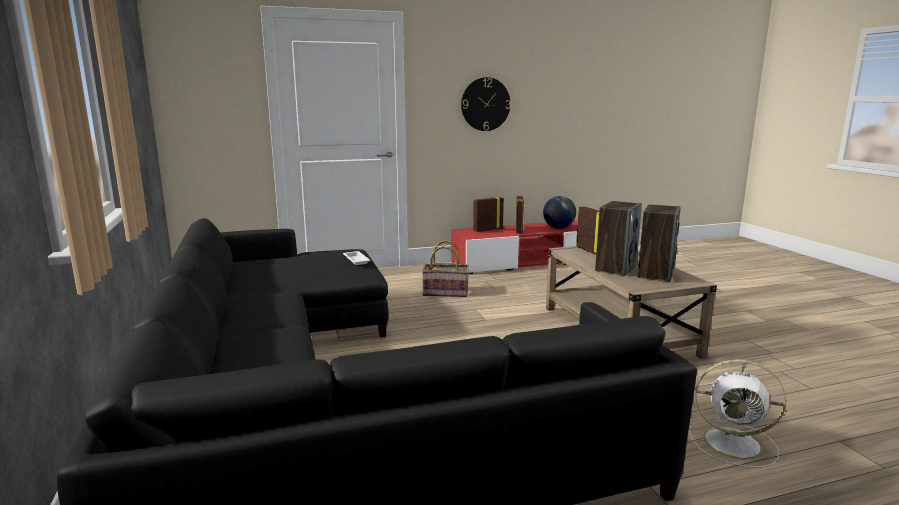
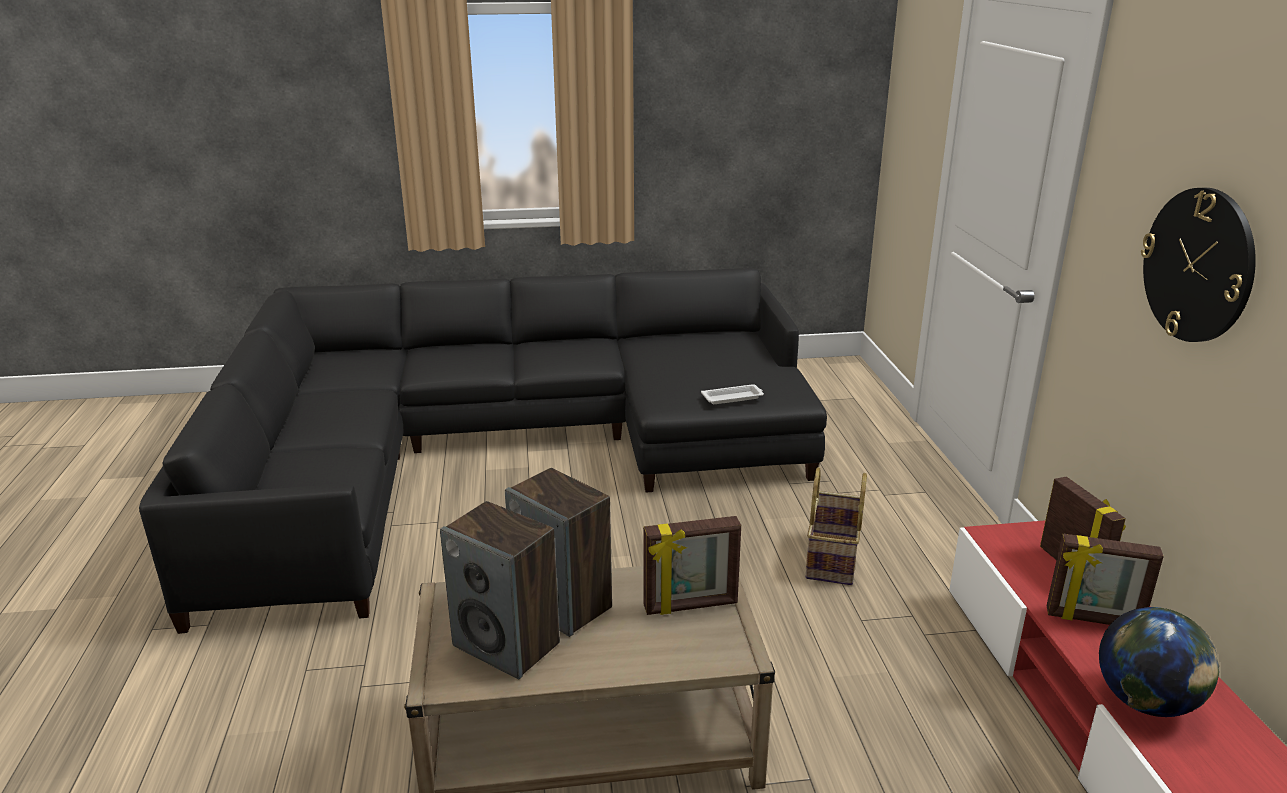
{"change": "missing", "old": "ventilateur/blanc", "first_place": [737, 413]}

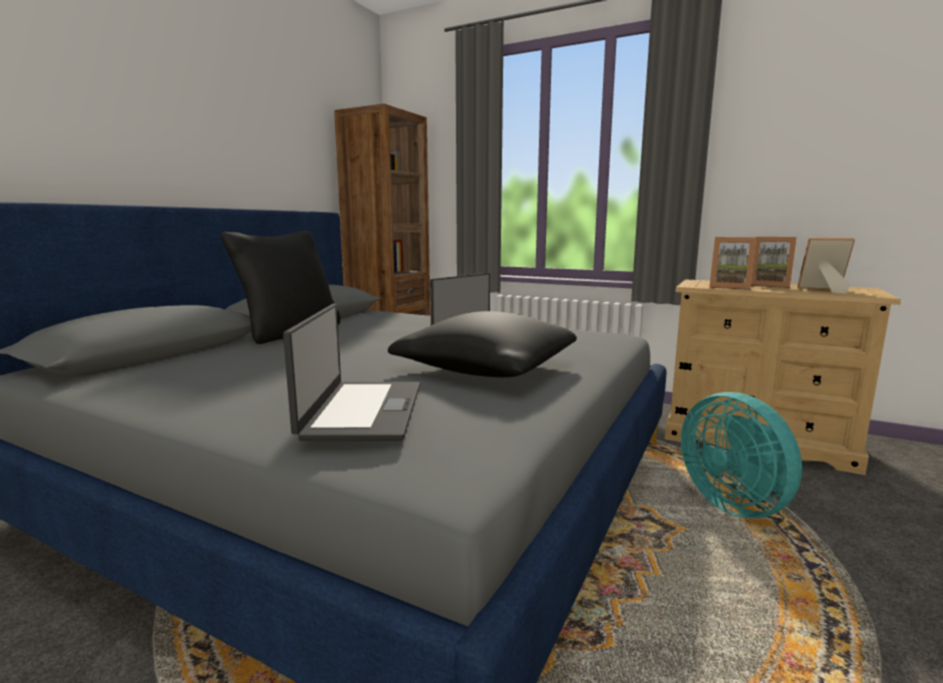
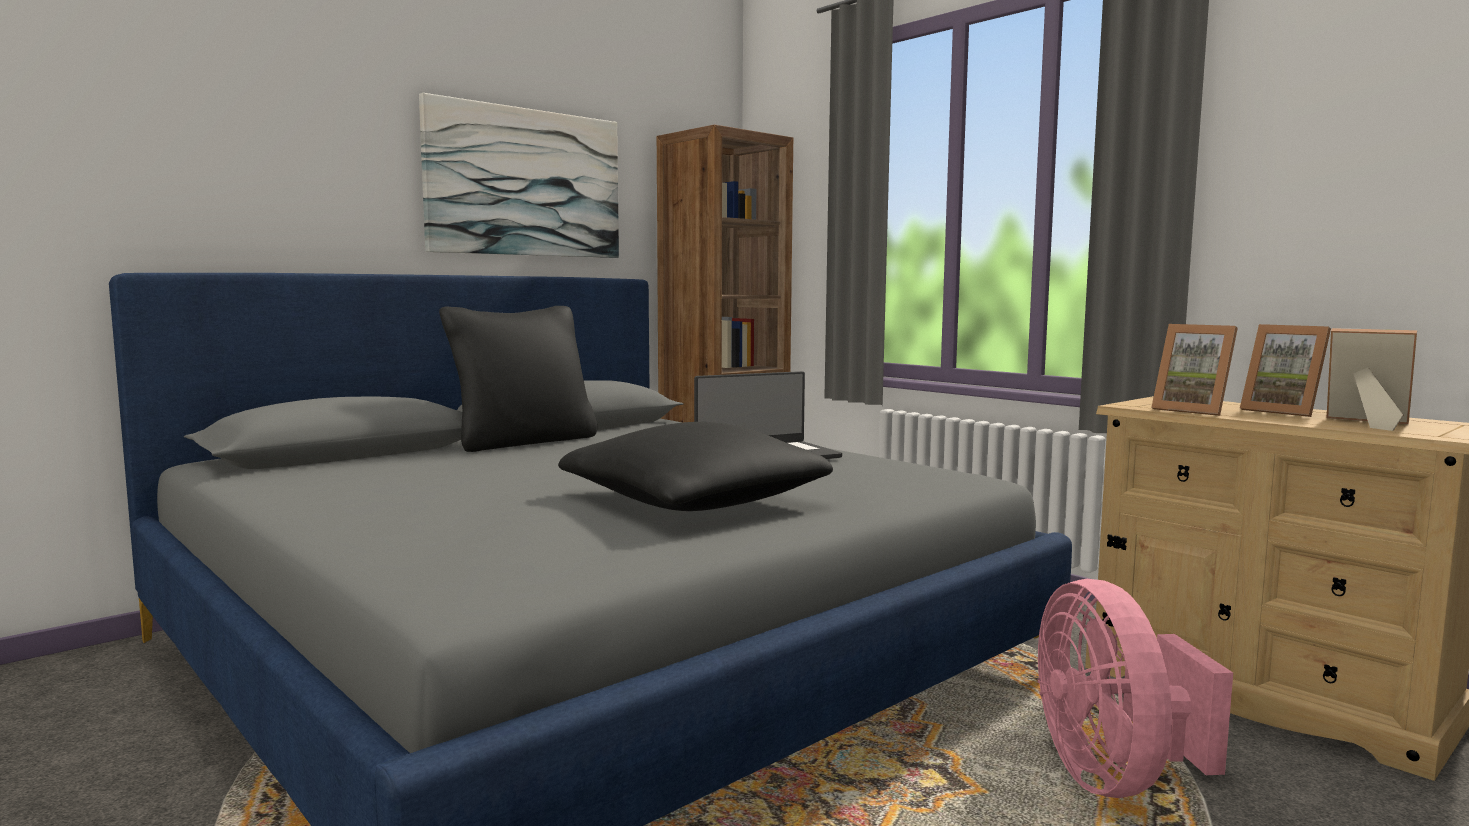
{"change": "missing", "old": "ordinateur portable", "first_place": [351, 372]}
{"change": "appeared", "new": "tableau", "second_place": [519, 175]}
{"change": "colour", "old": "ventilateur/turquoise", "new": "ventilateur/rose", "first_place": [741, 455], "second_place": [1135, 688]}

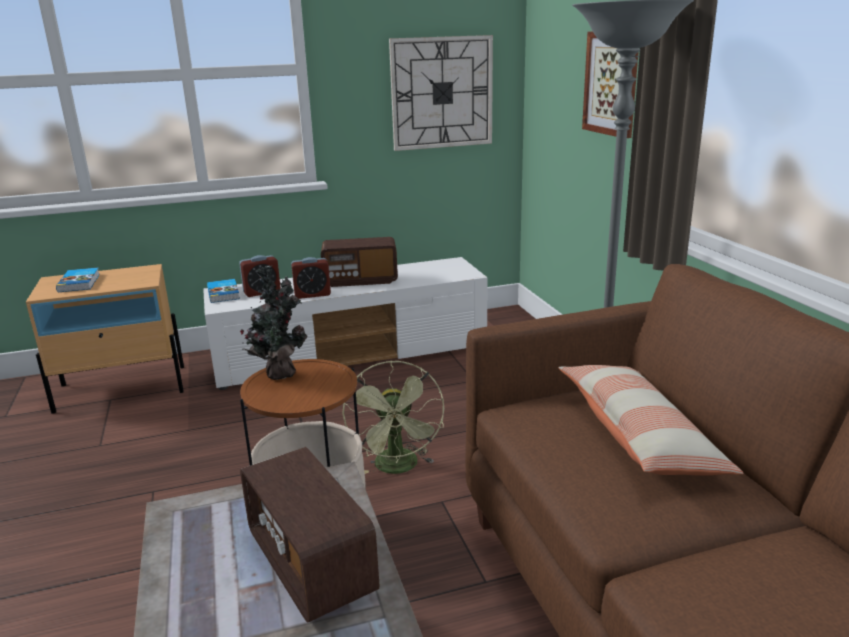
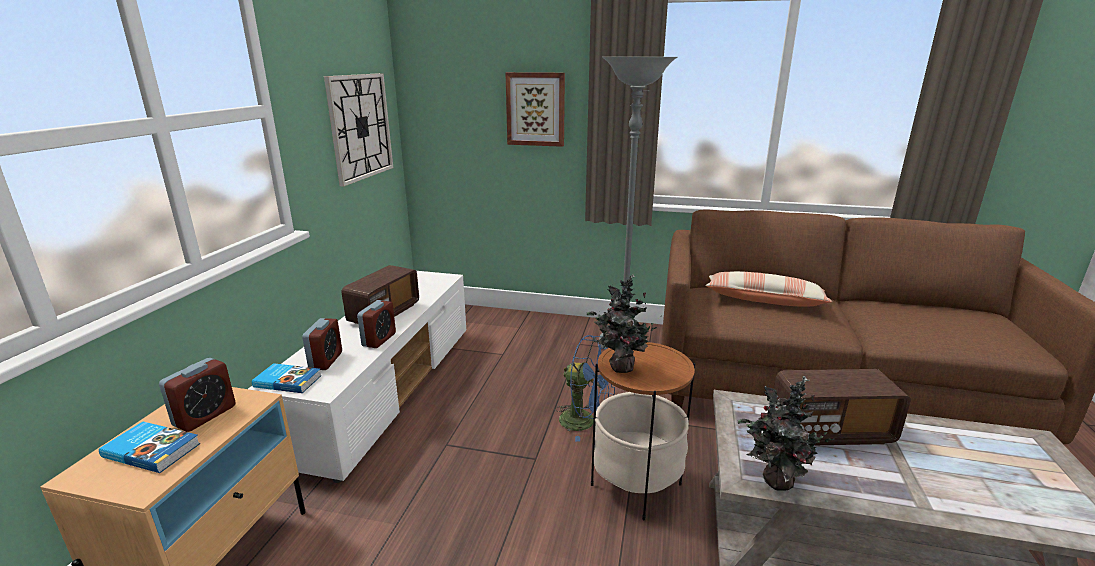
{"change": "appeared", "new": "réveil", "second_place": [197, 395]}
{"change": "appeared", "new": "plante en pot", "second_place": [788, 433]}
{"change": "colour", "old": "ventilateur/vert", "new": "ventilateur/bleu", "first_place": [393, 417], "second_place": [584, 388]}

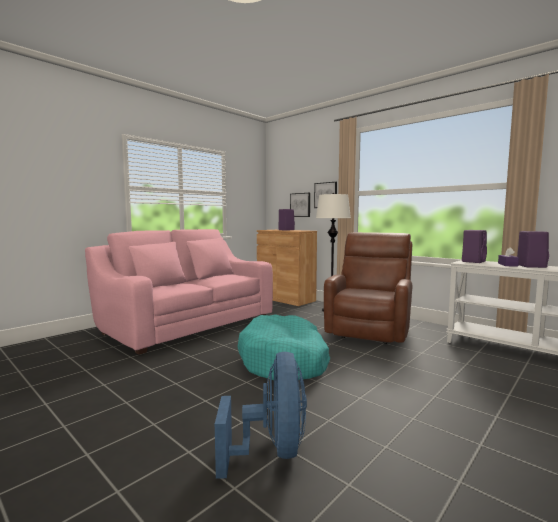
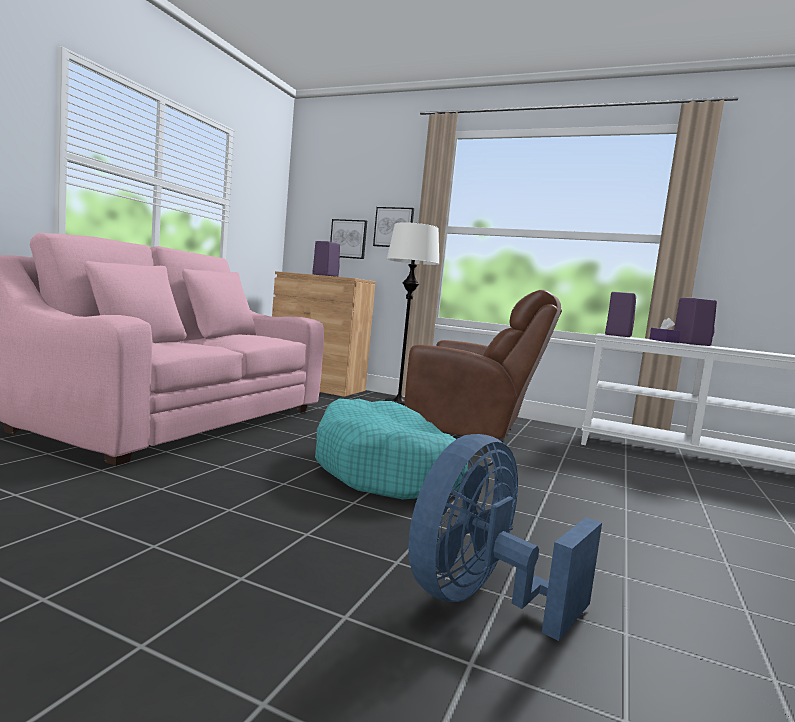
{"change": "spun", "old": "ventilateur/bleu", "first_place": [261, 415], "second_place": [505, 537], "degrees": -120}
{"change": "spun", "old": "fauteuil/marron", "first_place": [368, 288], "second_place": [483, 366], "degrees": 105}

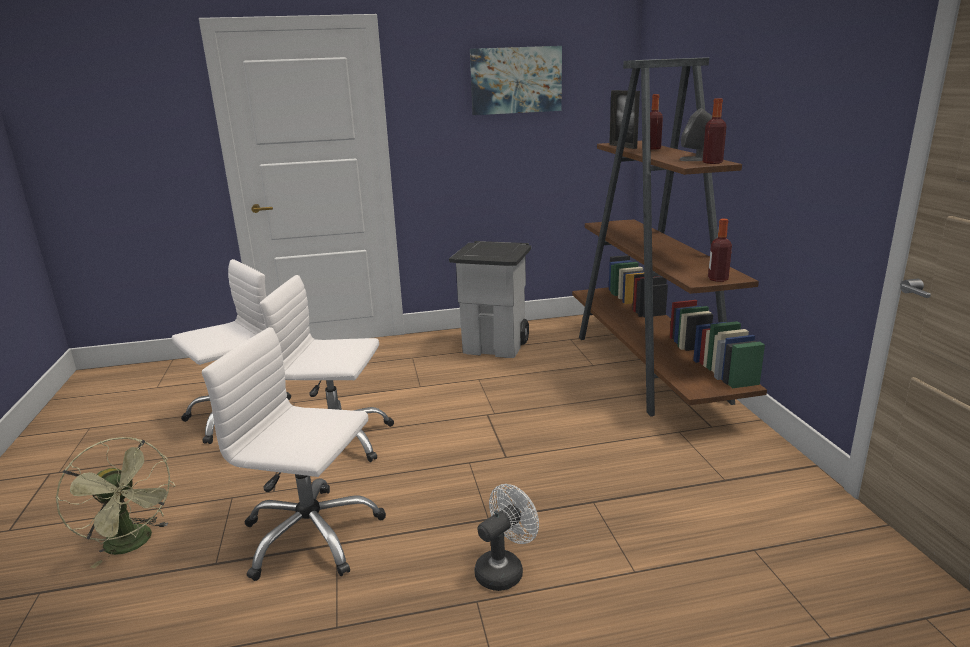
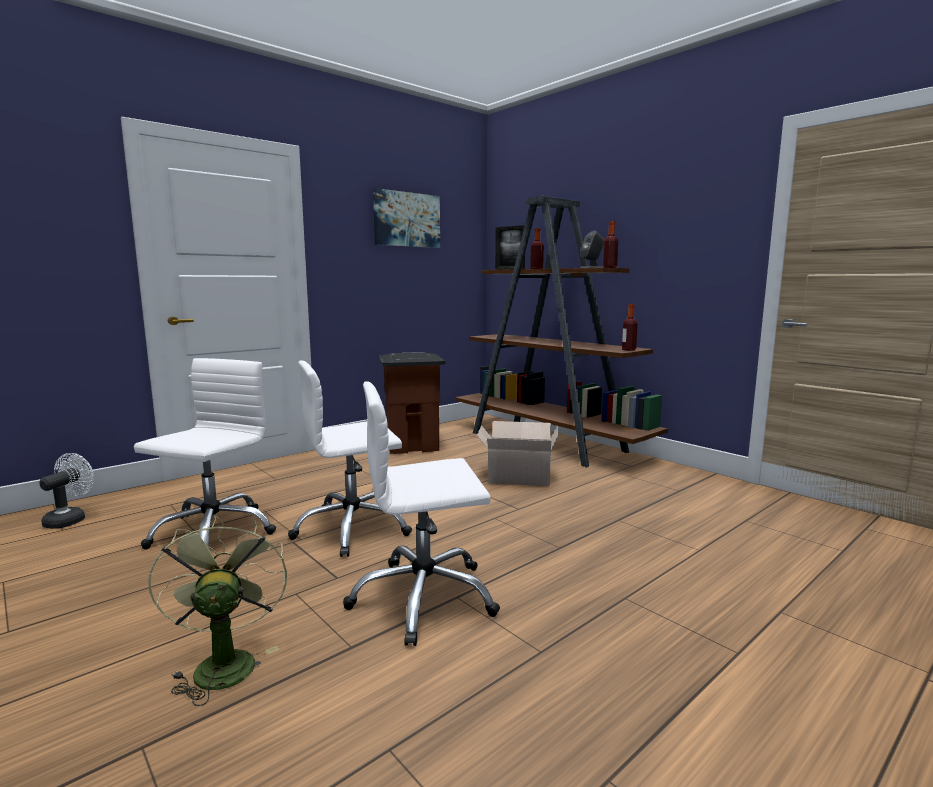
{"change": "appeared", "new": "carton", "second_place": [517, 453]}
{"change": "relocated", "old": "ventilateur/blanc", "first_place": [506, 537], "second_place": [67, 491]}
{"change": "colour", "old": "poubelle/gris", "new": "poubelle/marron", "first_place": [490, 299], "second_place": [412, 403]}
{"change": "spun", "old": "ventilateur/vert", "first_place": [115, 502], "second_place": [217, 610], "degrees": -120}

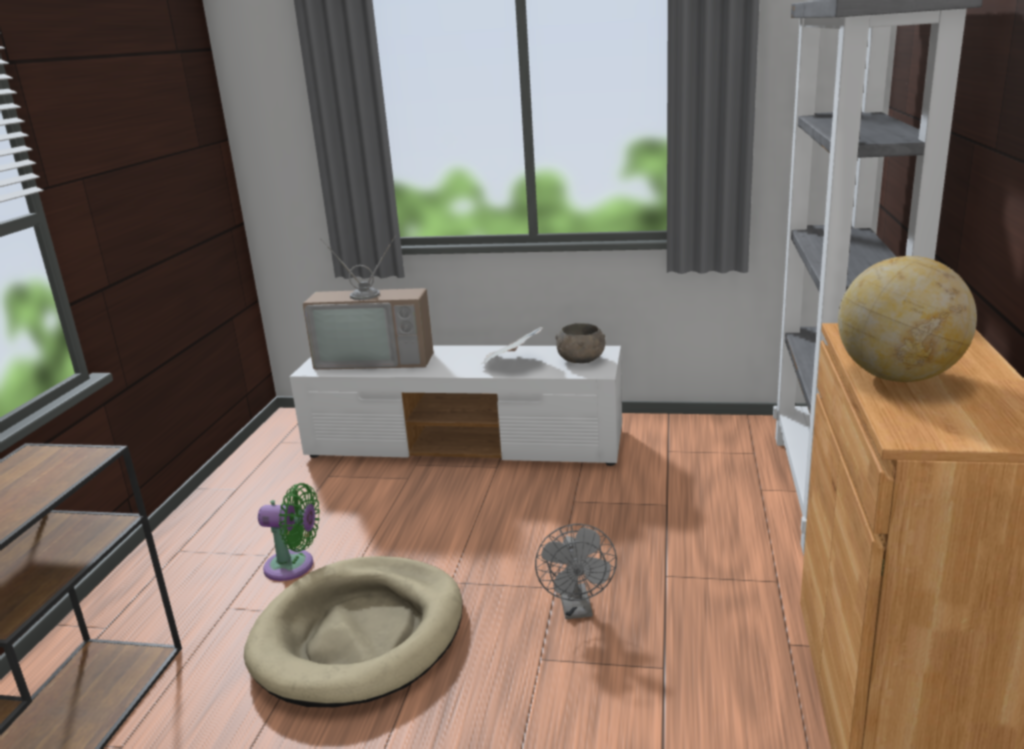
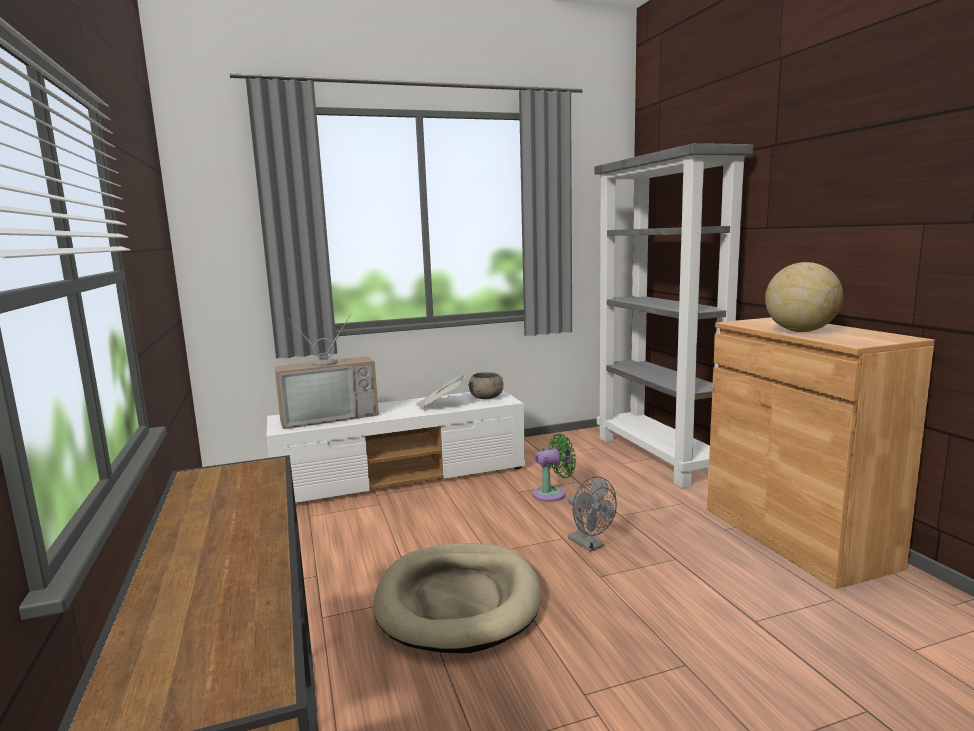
{"change": "relocated", "old": "ventilateur/vert", "first_place": [289, 532], "second_place": [554, 467]}

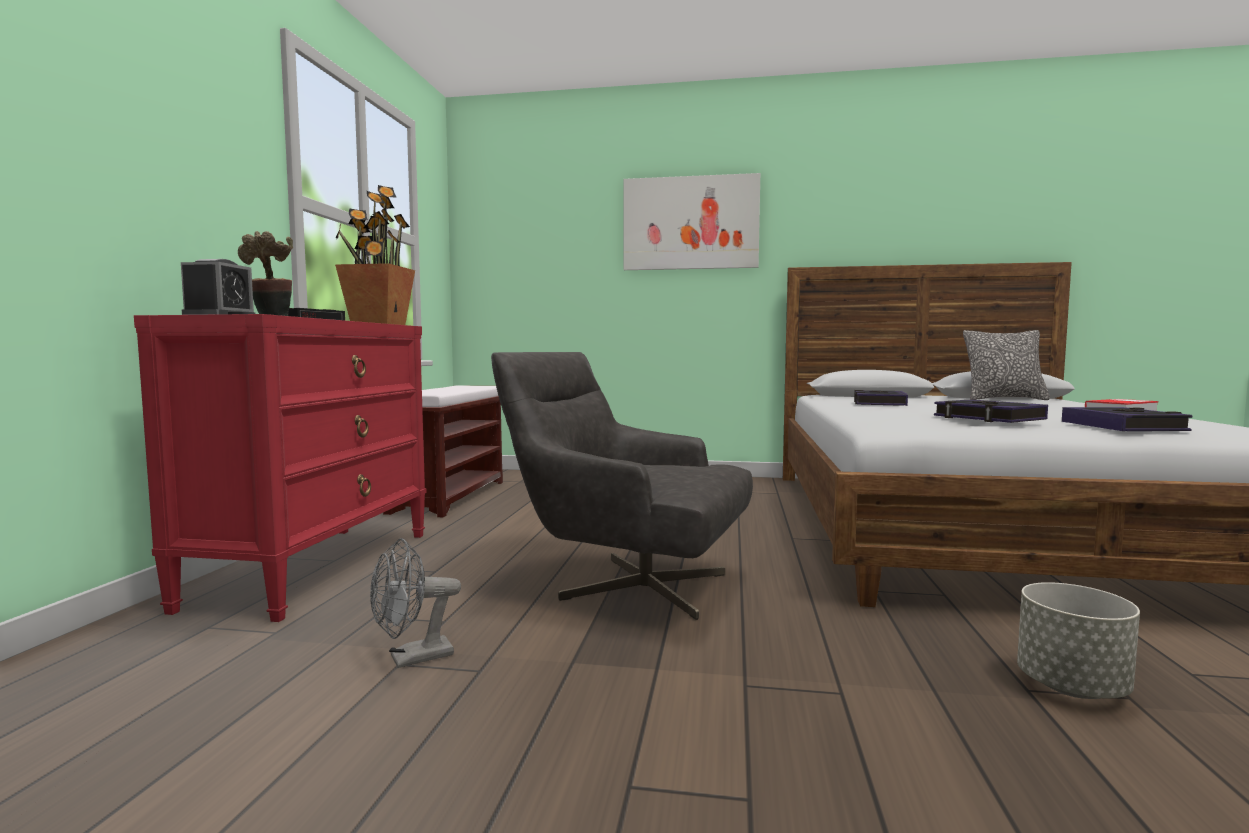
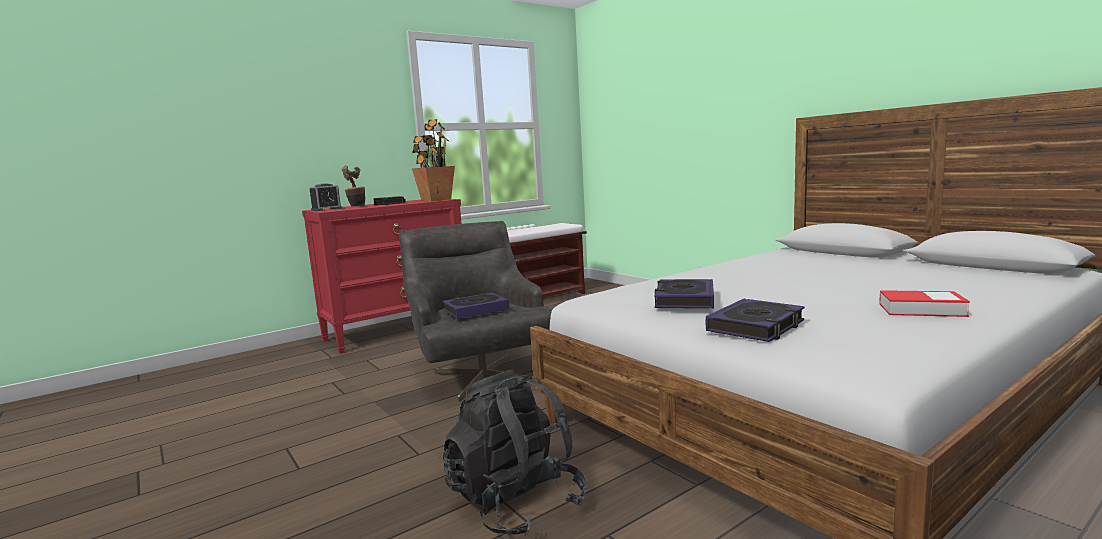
{"change": "missing", "old": "ventilateur/gris", "first_place": [415, 603]}
{"change": "missing", "old": "tableau", "first_place": [692, 221]}
{"change": "missing", "old": "coussin", "first_place": [1006, 365]}
{"change": "relocated", "old": "livre", "first_place": [881, 398], "second_place": [475, 305]}
{"change": "exchanged", "old": "cache-pot/gris", "new": "sac à dos/noir", "first_place": [1078, 640], "second_place": [515, 452]}

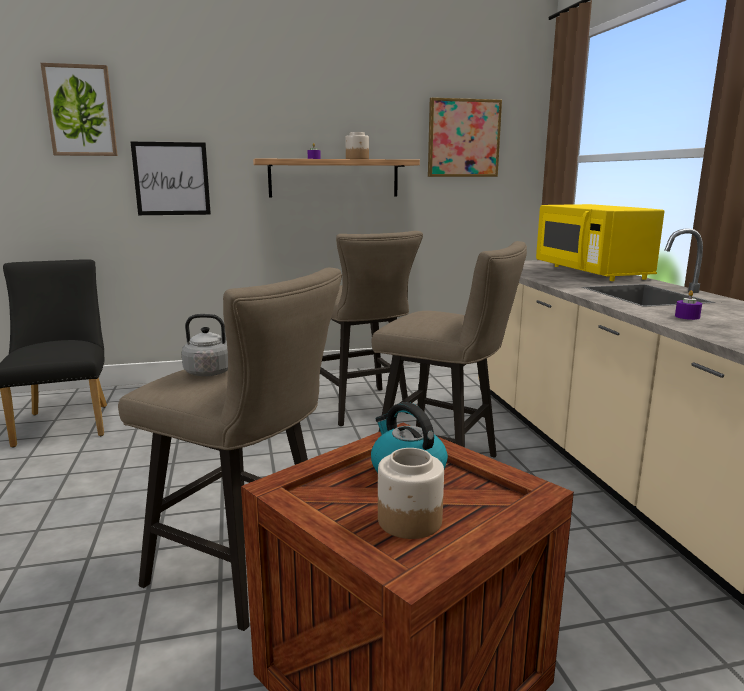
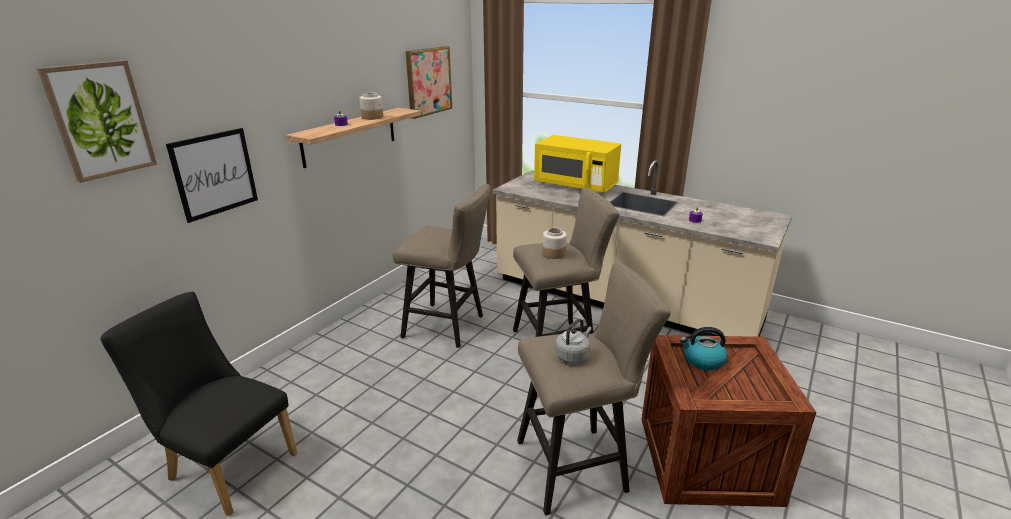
{"change": "relocated", "old": "bocal", "first_place": [411, 493], "second_place": [554, 243]}

